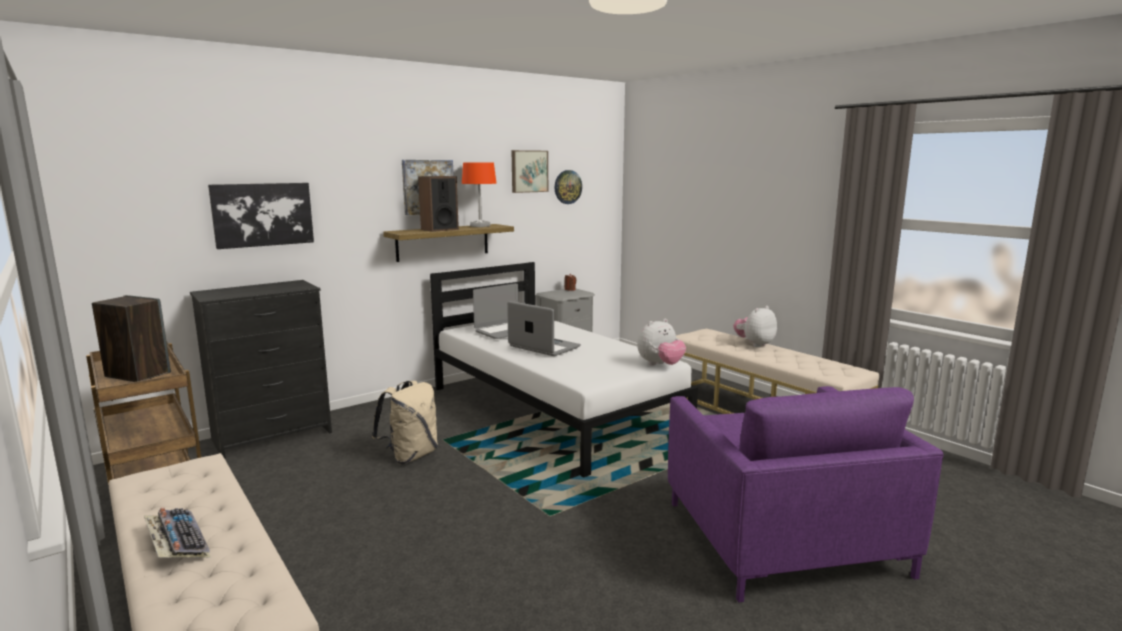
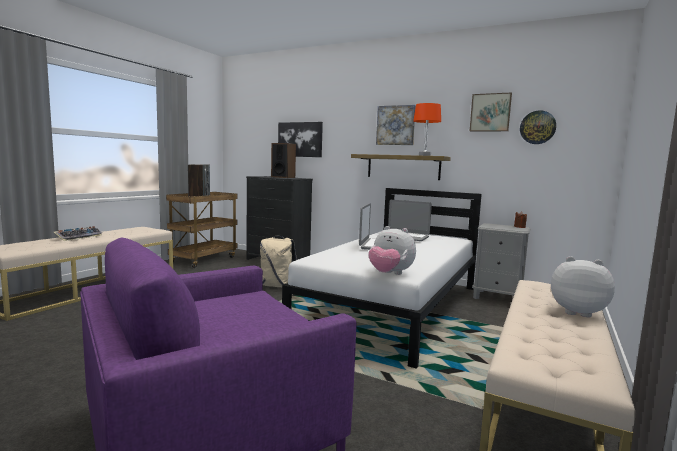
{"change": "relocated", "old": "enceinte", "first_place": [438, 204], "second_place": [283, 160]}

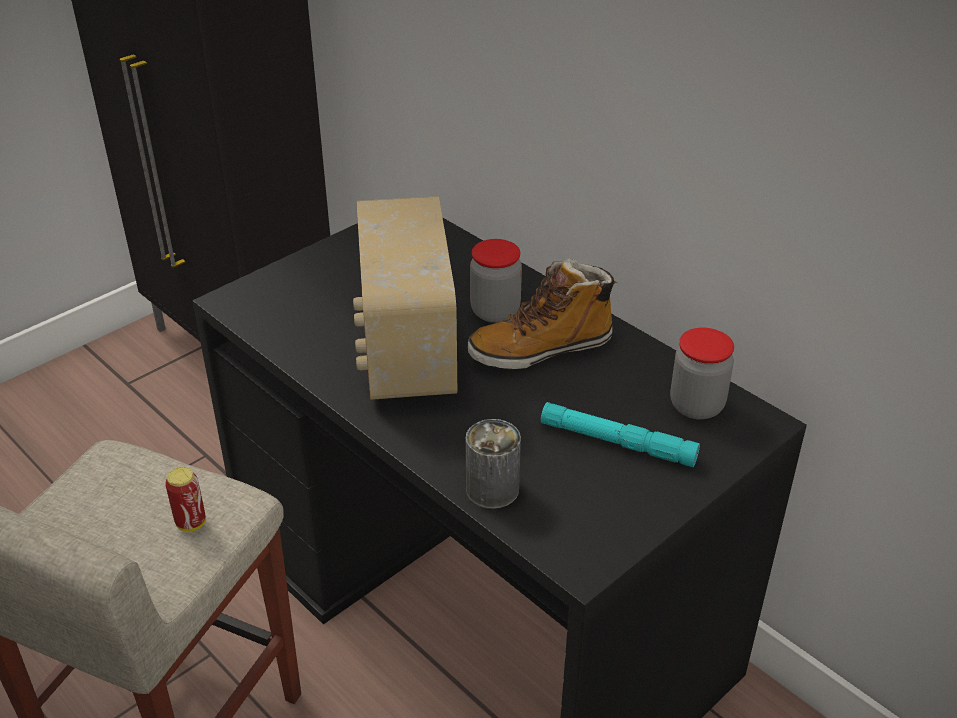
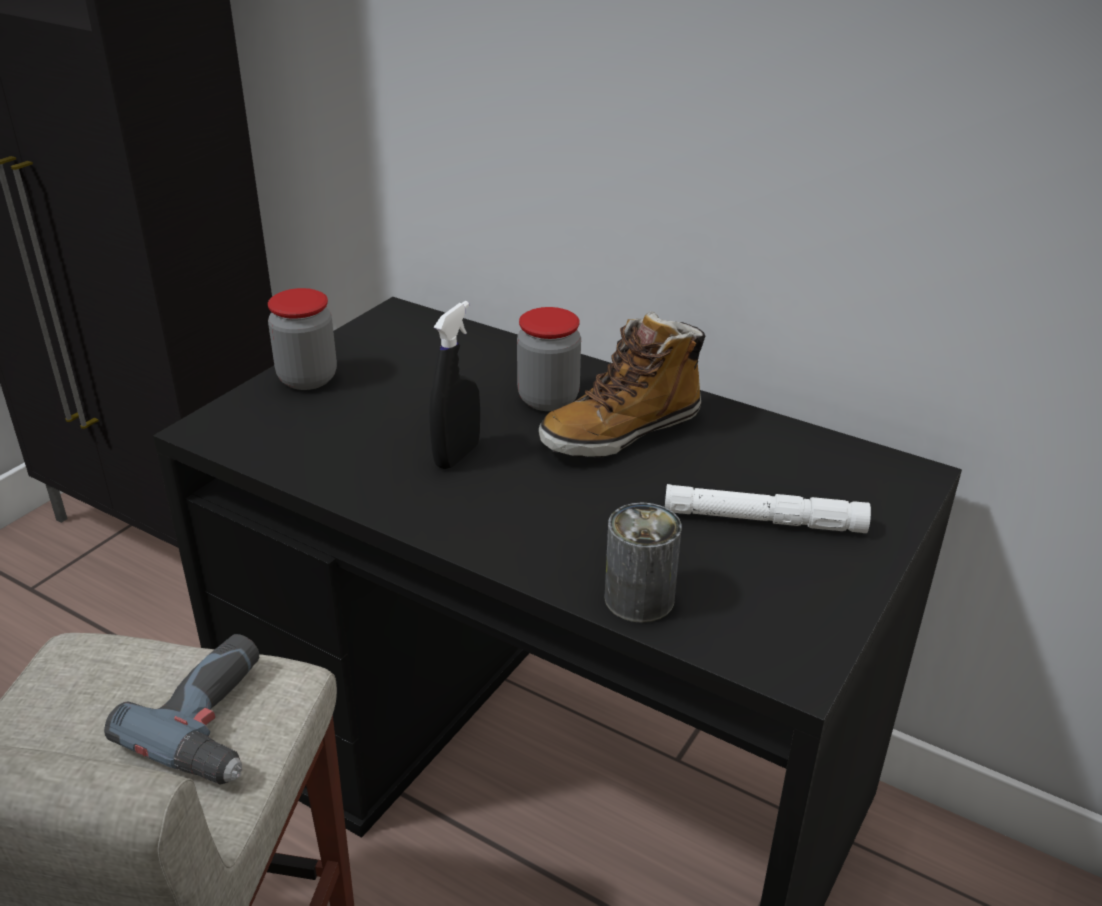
{"change": "relocated", "old": "bocal", "first_place": [702, 374], "second_place": [302, 339]}
{"change": "exchanged", "old": "boîte métallique", "new": "perceuse", "first_place": [185, 499], "second_place": [181, 709]}
{"change": "exchanged", "old": "radio", "new": "vaporisateur/noir", "first_place": [405, 298], "second_place": [454, 385]}
{"change": "colour", "old": "lampe de poche/turquoise", "new": "lampe de poche/blanc", "first_place": [620, 434], "second_place": [768, 508]}

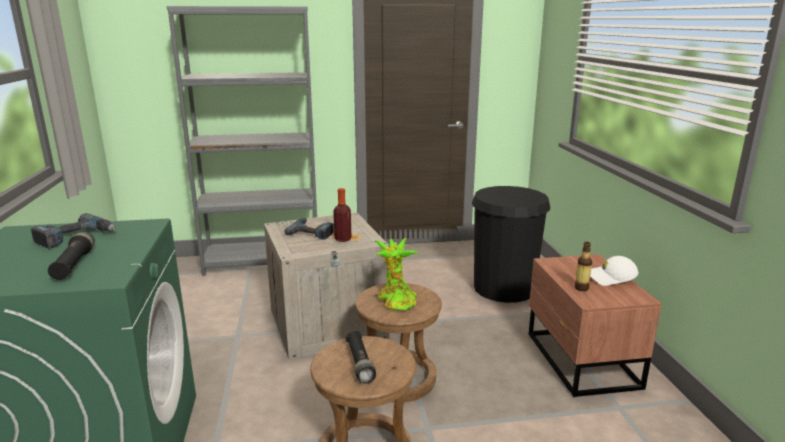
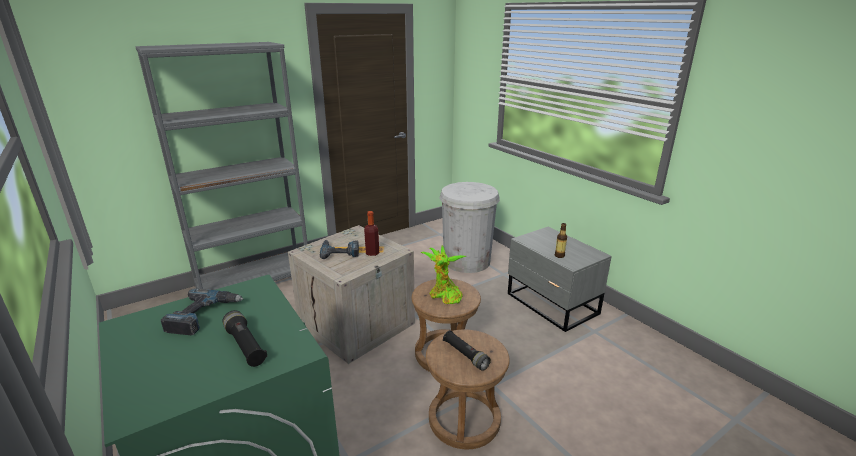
{"change": "missing", "old": "casquette/blanc", "first_place": [614, 271]}
{"change": "colour", "old": "poubelle/noir", "new": "poubelle/blanc", "first_place": [511, 244], "second_place": [470, 227]}
{"change": "colour", "old": "table de chevet/marron", "new": "table de chevet/gris", "first_place": [595, 325], "second_place": [560, 279]}

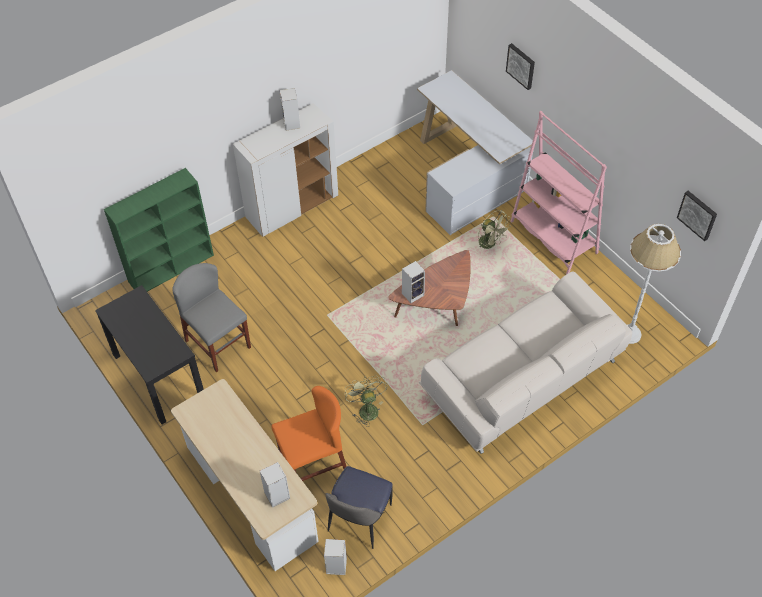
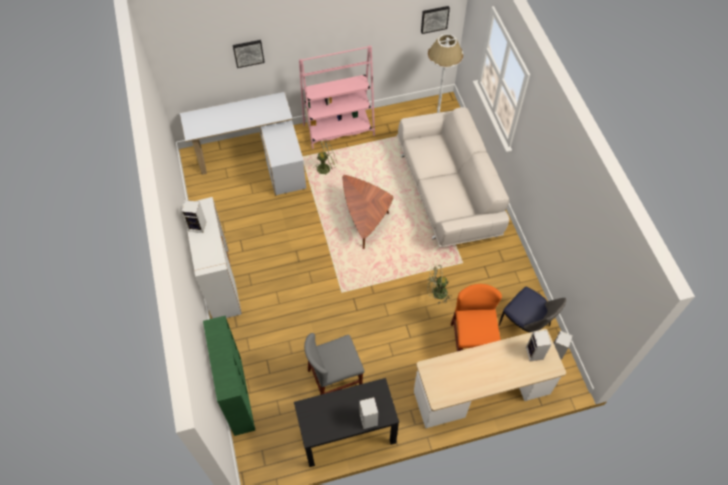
{"change": "relocated", "old": "enceinte", "first_place": [413, 282], "second_place": [369, 413]}

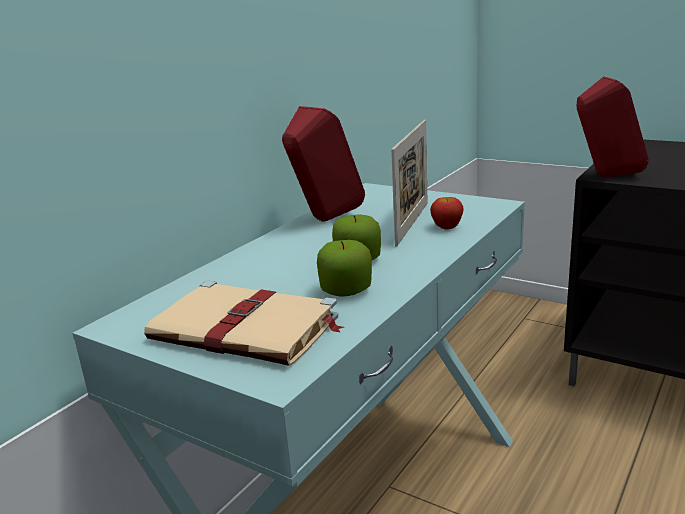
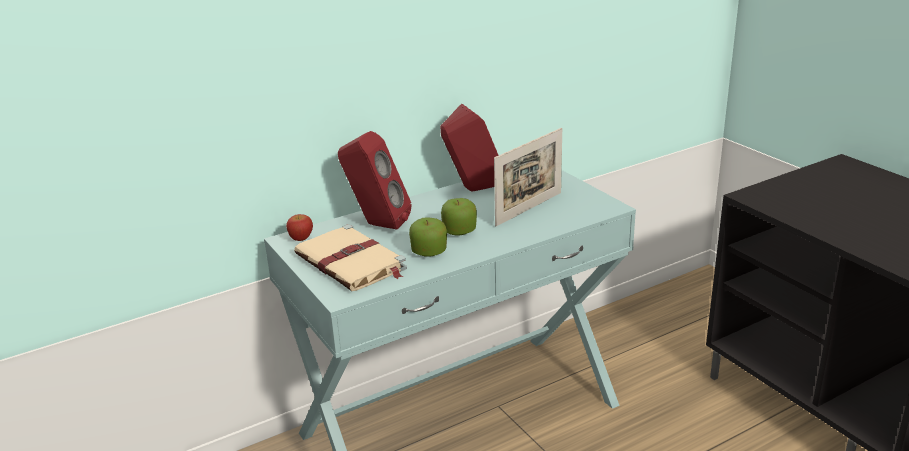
{"change": "relocated", "old": "pomme", "first_place": [447, 213], "second_place": [299, 227]}
{"change": "relocated", "old": "enceinte/rouge", "first_place": [613, 126], "second_place": [375, 180]}

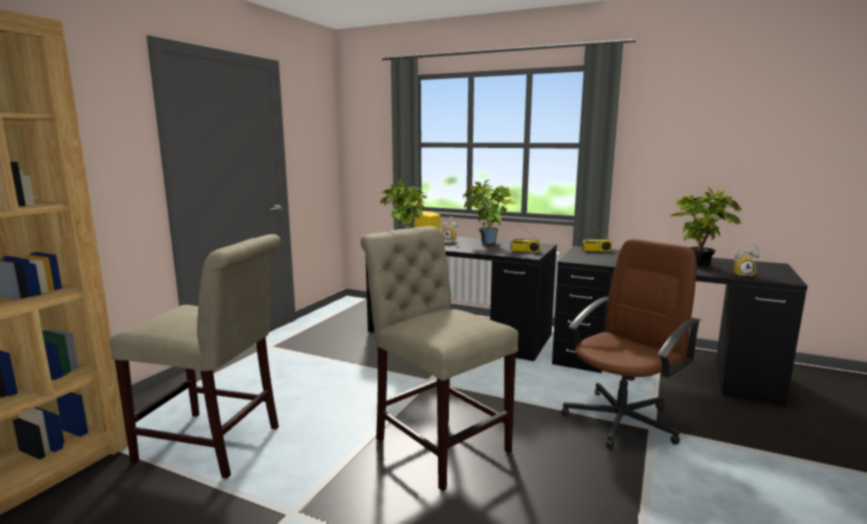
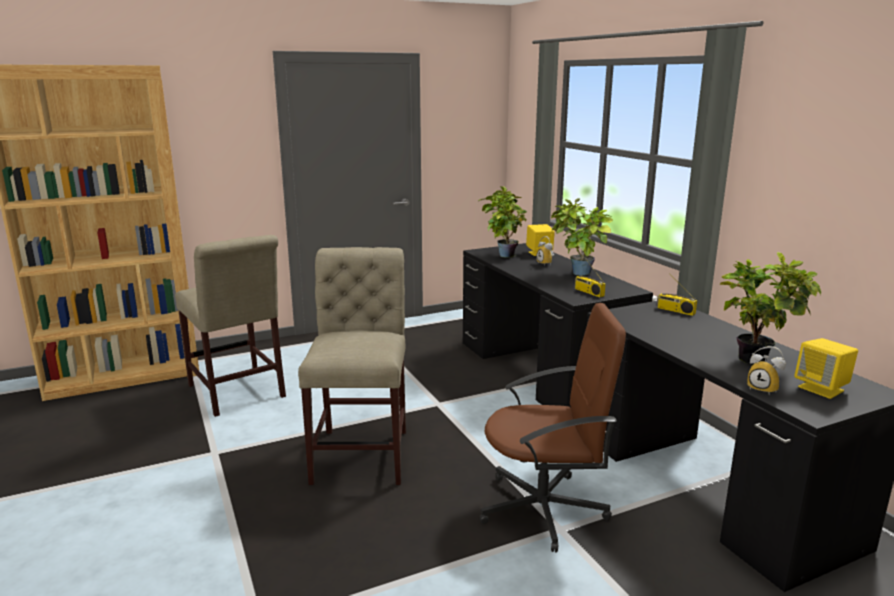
{"change": "appeared", "new": "enceinte/jaune", "second_place": [826, 368]}

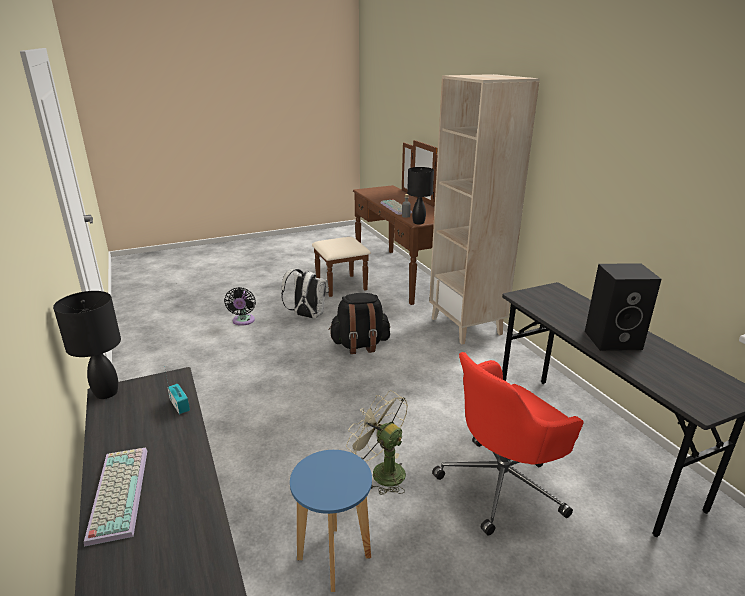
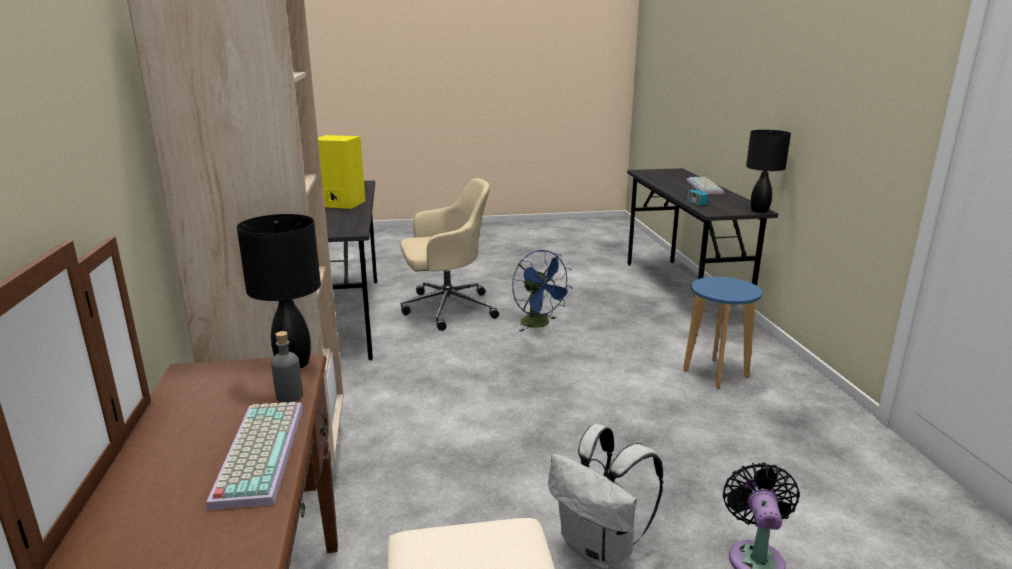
{"change": "missing", "old": "sac à dos/noir", "first_place": [359, 323]}
{"change": "relocated", "old": "tabouret/bleu", "first_place": [331, 521], "second_place": [722, 333]}
{"change": "colour", "old": "ventilateur/beige", "new": "ventilateur/bleu", "first_place": [377, 442], "second_place": [542, 291]}
{"change": "colour", "old": "chaise de bureau/rouge", "new": "chaise de bureau/beige", "first_place": [507, 444], "second_place": [449, 254]}
{"change": "colour", "old": "enceinte/noir", "new": "enceinte/jaune", "first_place": [623, 307], "second_place": [341, 172]}

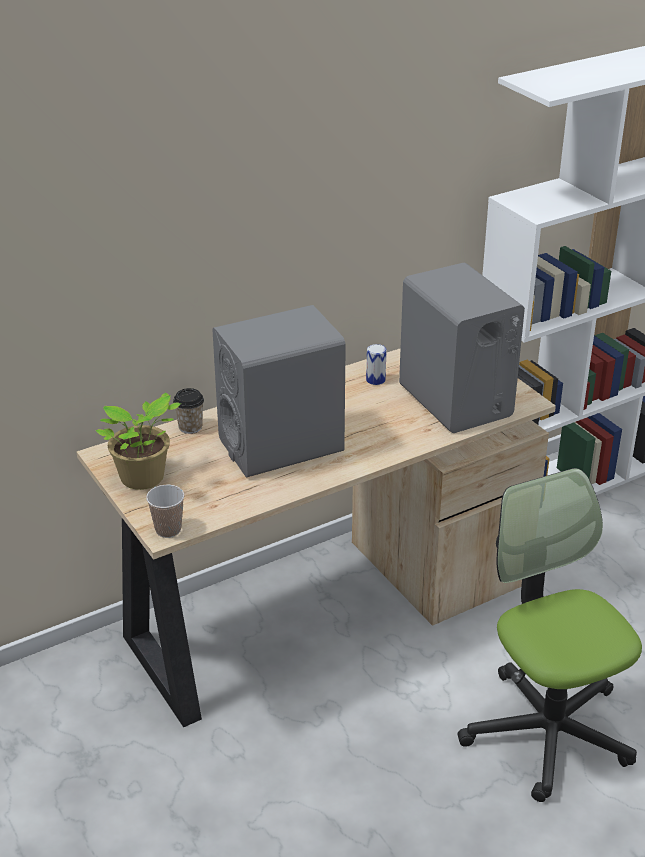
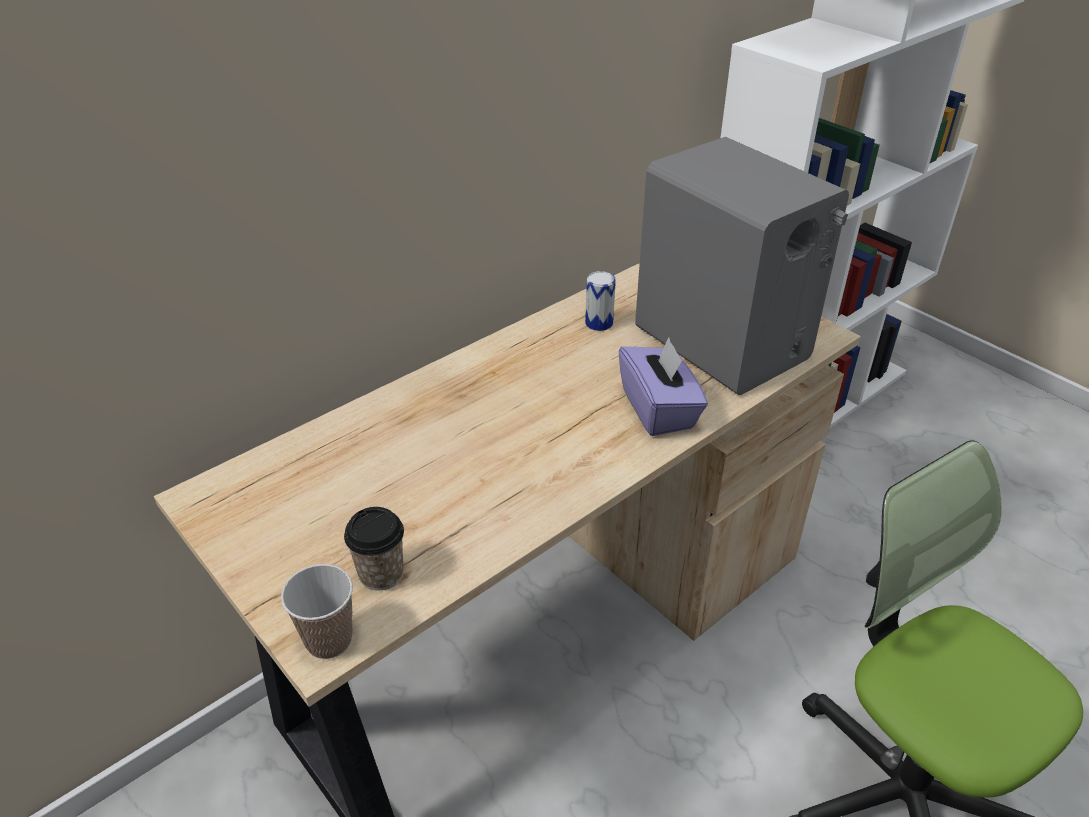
{"change": "missing", "old": "plante en pot", "first_place": [138, 441]}
{"change": "missing", "old": "enceinte/gris", "first_place": [279, 391]}
{"change": "appeared", "new": "boîte à mouchoirs/violet", "second_place": [663, 386]}
{"change": "relocated", "old": "tasse", "first_place": [188, 411], "second_place": [374, 549]}

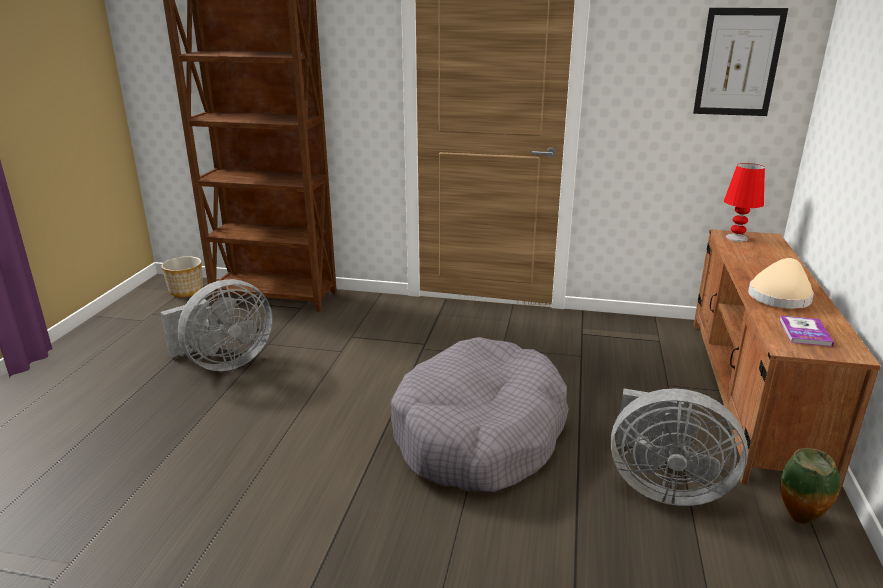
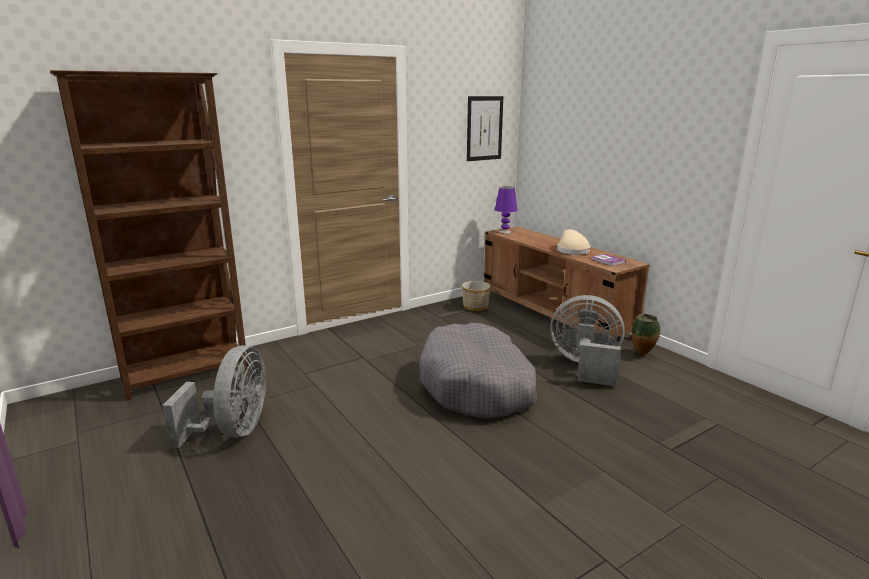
{"change": "relocated", "old": "cache-pot", "first_place": [182, 276], "second_place": [476, 296]}
{"change": "colour", "old": "lampe de table/rouge", "new": "lampe de table/violet", "first_place": [744, 202], "second_place": [506, 210]}
{"change": "spun", "old": "ventilateur/gris", "first_place": [679, 447], "second_place": [587, 341], "degrees": -135}

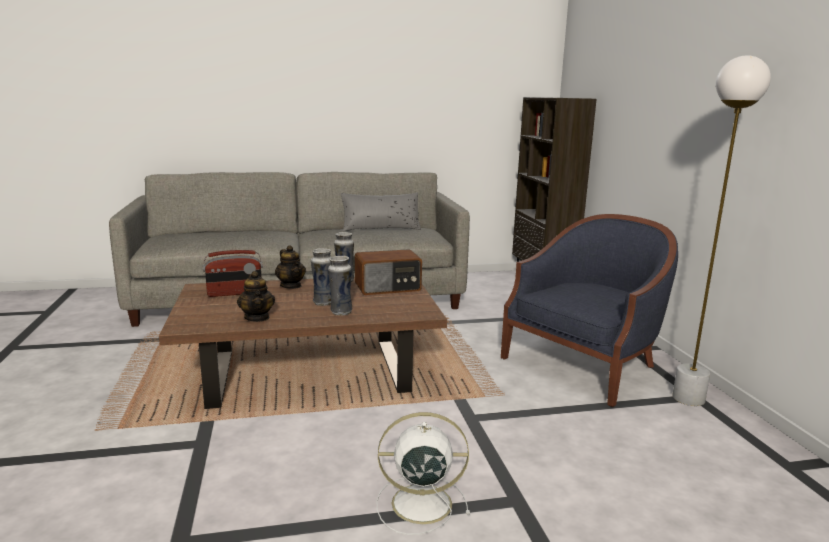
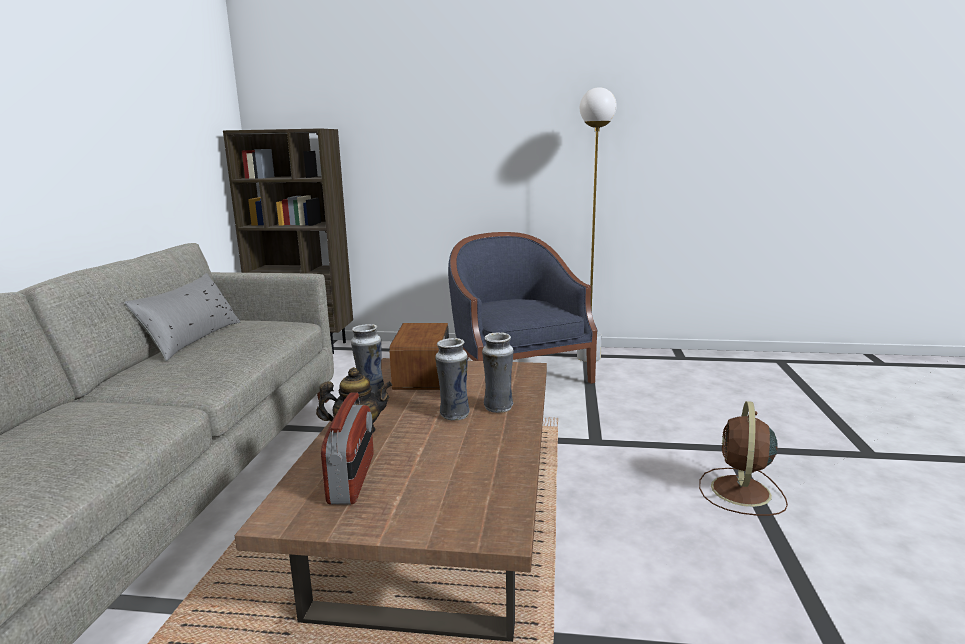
{"change": "missing", "old": "théière", "first_place": [256, 296]}
{"change": "colour", "old": "ventilateur/blanc", "new": "ventilateur/marron", "first_place": [423, 473], "second_place": [743, 458]}

